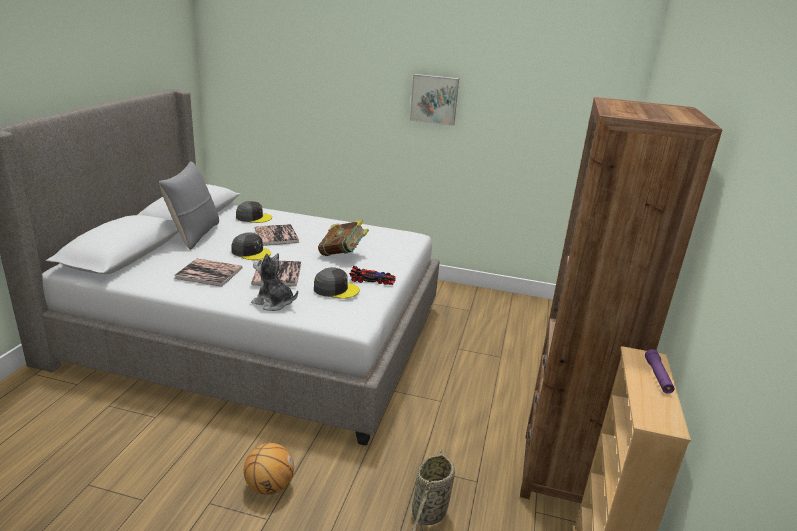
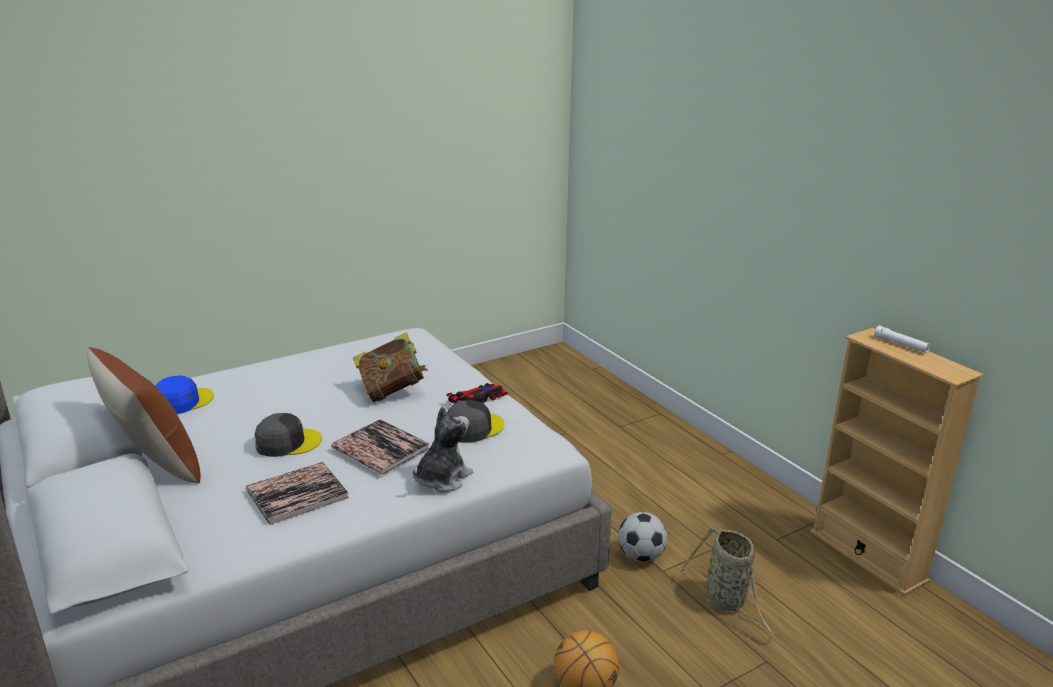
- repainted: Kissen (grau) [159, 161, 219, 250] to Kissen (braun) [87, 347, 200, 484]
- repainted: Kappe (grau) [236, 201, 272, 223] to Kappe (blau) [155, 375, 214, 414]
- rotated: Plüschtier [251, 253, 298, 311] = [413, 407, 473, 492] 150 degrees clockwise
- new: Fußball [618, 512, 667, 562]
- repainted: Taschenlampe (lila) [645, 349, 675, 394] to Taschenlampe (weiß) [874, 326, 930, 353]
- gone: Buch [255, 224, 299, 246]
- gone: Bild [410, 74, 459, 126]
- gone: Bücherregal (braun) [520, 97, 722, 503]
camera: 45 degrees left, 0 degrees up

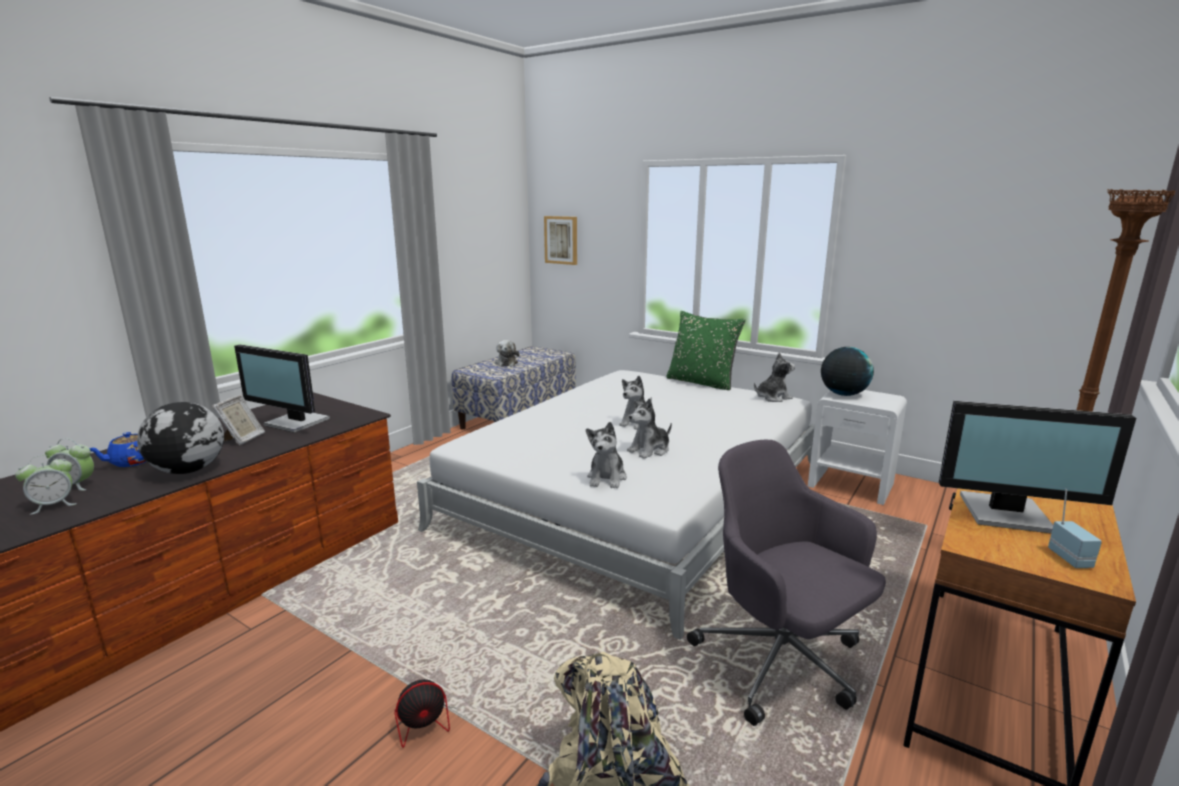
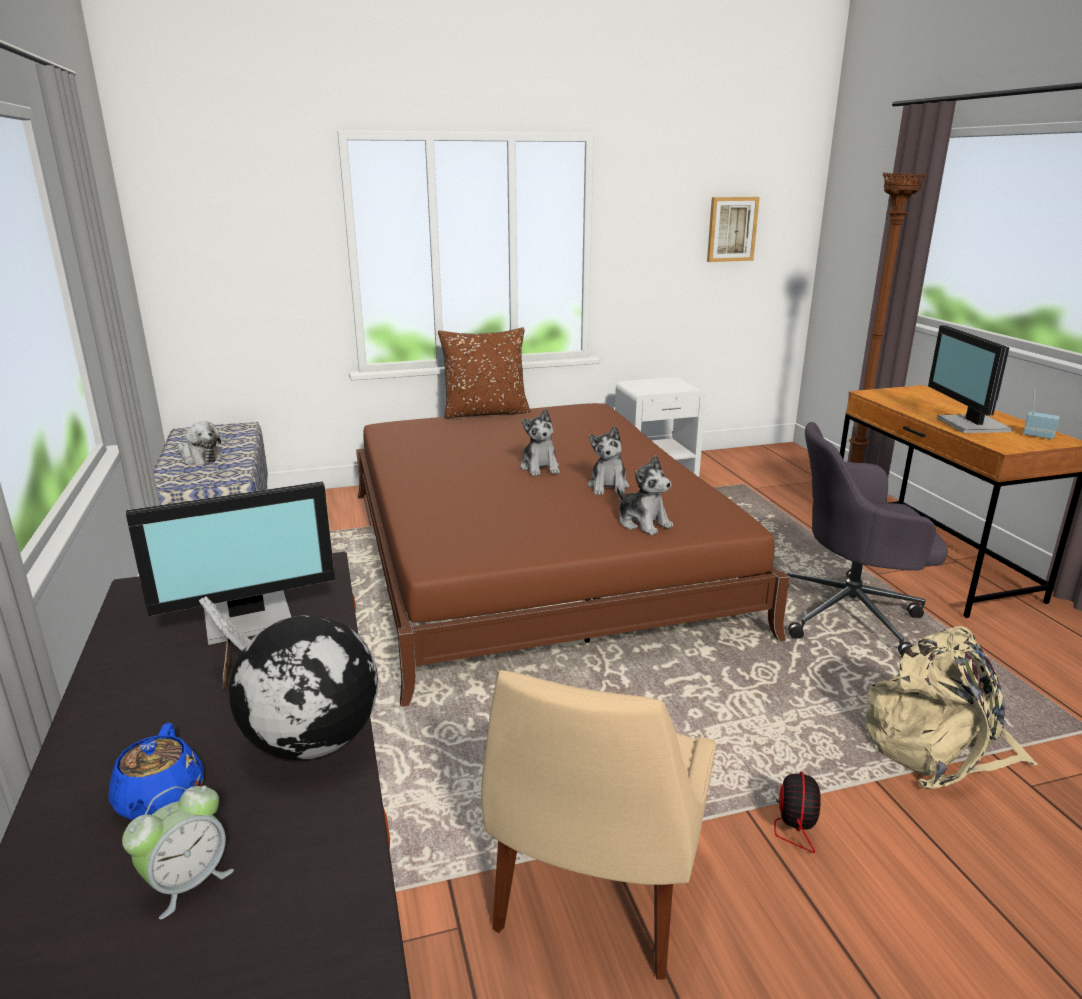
- repainted: Bett (weiß) [417, 370, 815, 640] to Bett (braun) [356, 403, 790, 707]
- repainted: Kissen (grün) [666, 311, 745, 390] to Kissen (braun) [438, 327, 530, 419]
- new: Stuhl (beige) [481, 670, 716, 980]
- shifted: Bild [544, 216, 577, 265] to [707, 197, 760, 262]
- rotated: Monitor [939, 401, 1136, 533] = [928, 325, 1013, 433] 120 degrees clockwise
- gone: Wecker [15, 455, 77, 515]
- gone: Plüschtier [754, 352, 795, 402]
- gone: Globus [821, 347, 874, 396]
camera: 50 degrees left, 5 degrees up

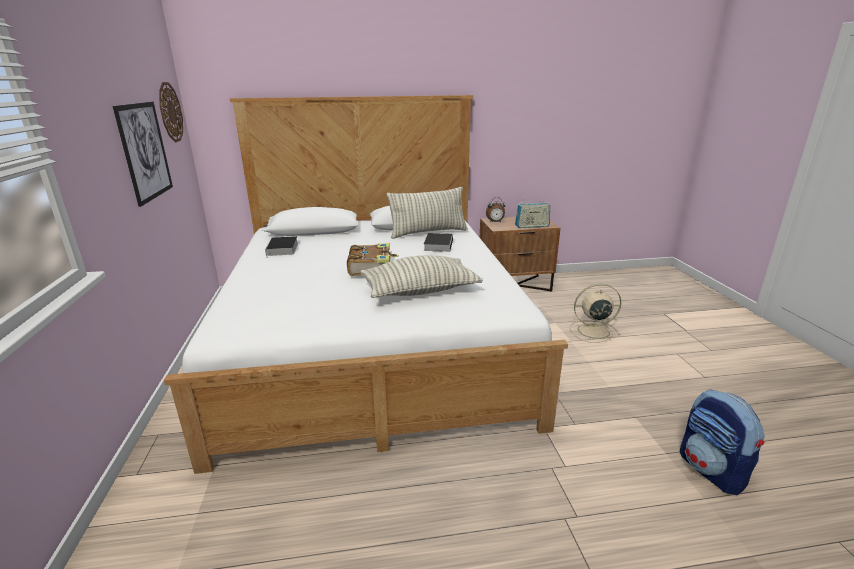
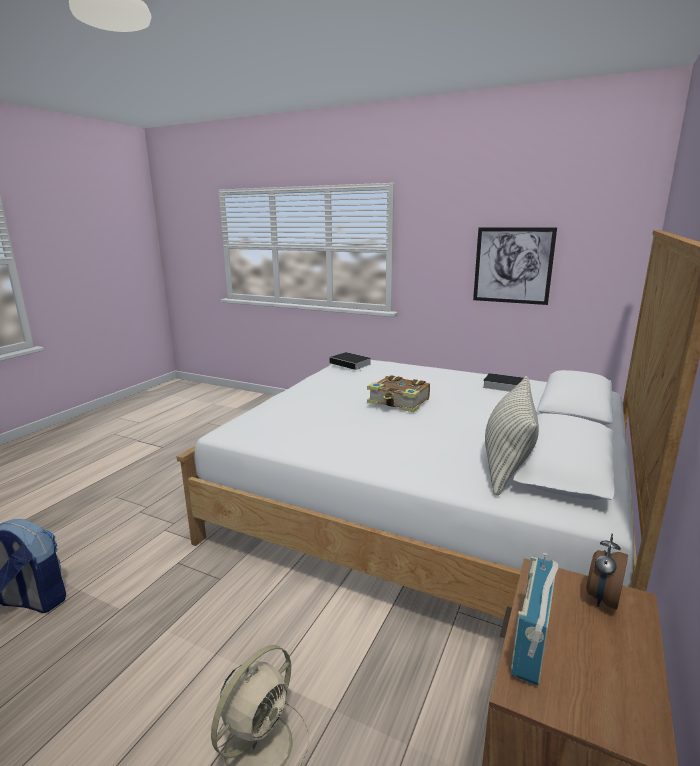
- shifted: Buch [424, 233, 453, 252] to [329, 352, 371, 370]
- gone: Wanduhr [159, 82, 183, 142]
- gone: Kissen [360, 255, 483, 298]
camera: 125 degrees right, 5 degrees down

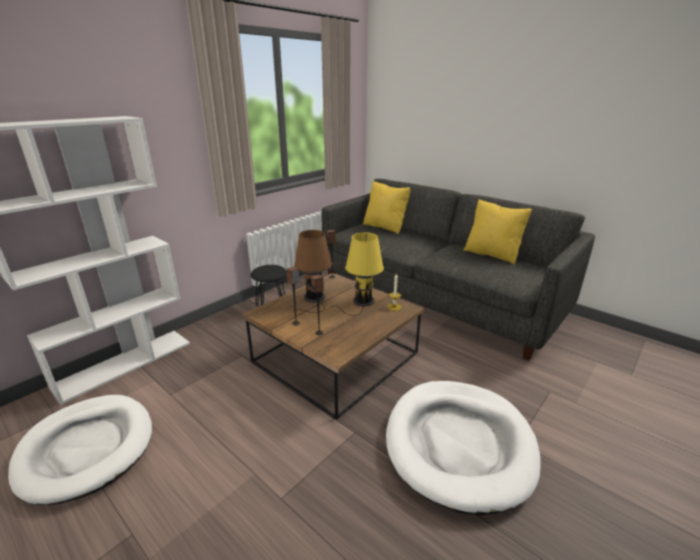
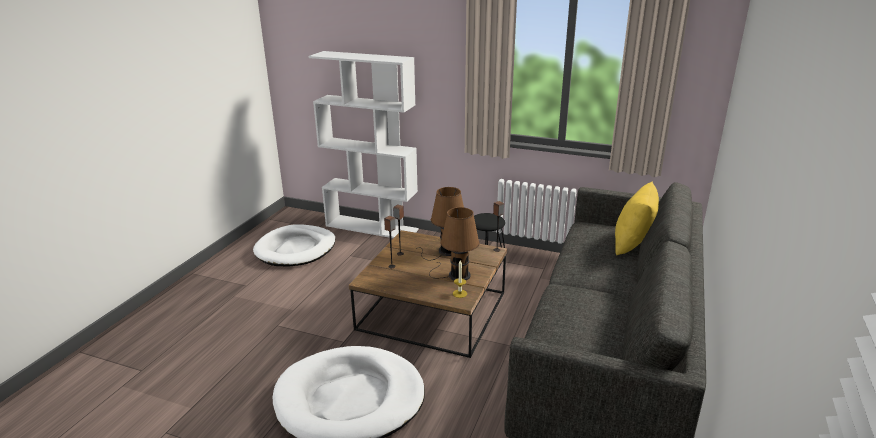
- repainted: Tischlampe (gelb) [331, 232, 384, 316] to Tischlampe (braun) [429, 207, 480, 280]
- gone: Kissen (gelb) [463, 199, 532, 265]
camera: 70 degrees right, 0 degrees up

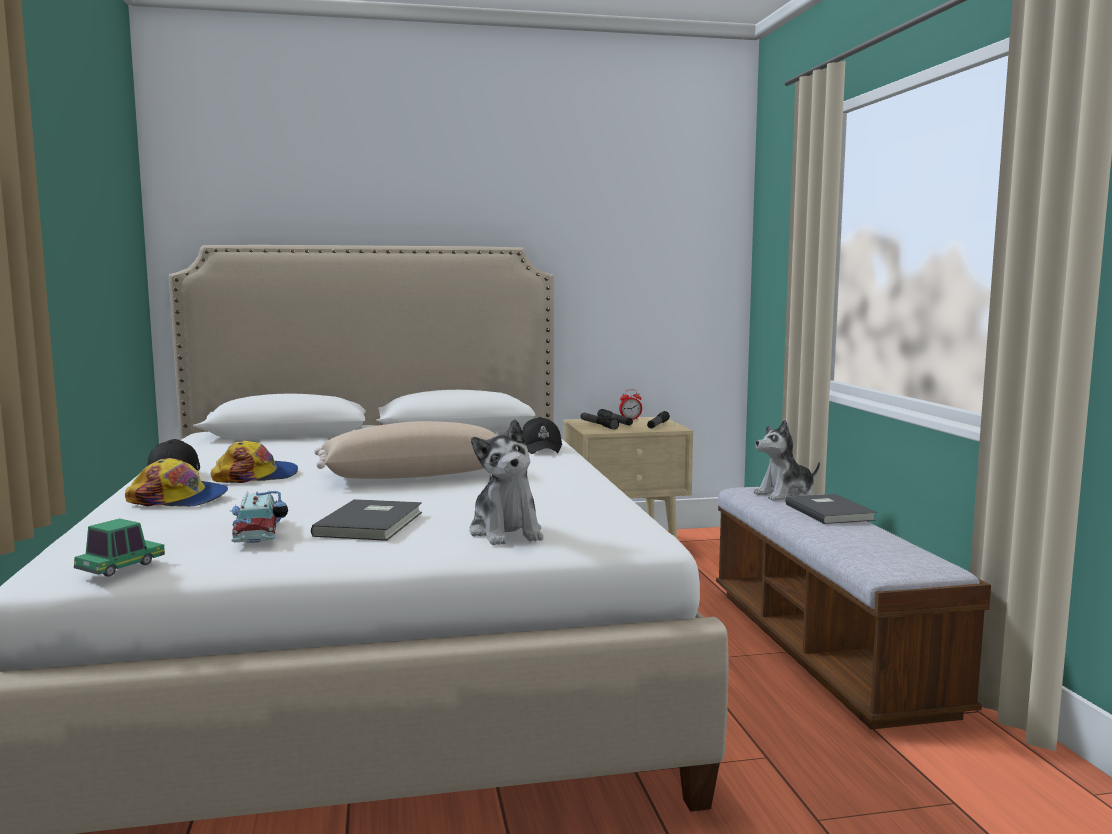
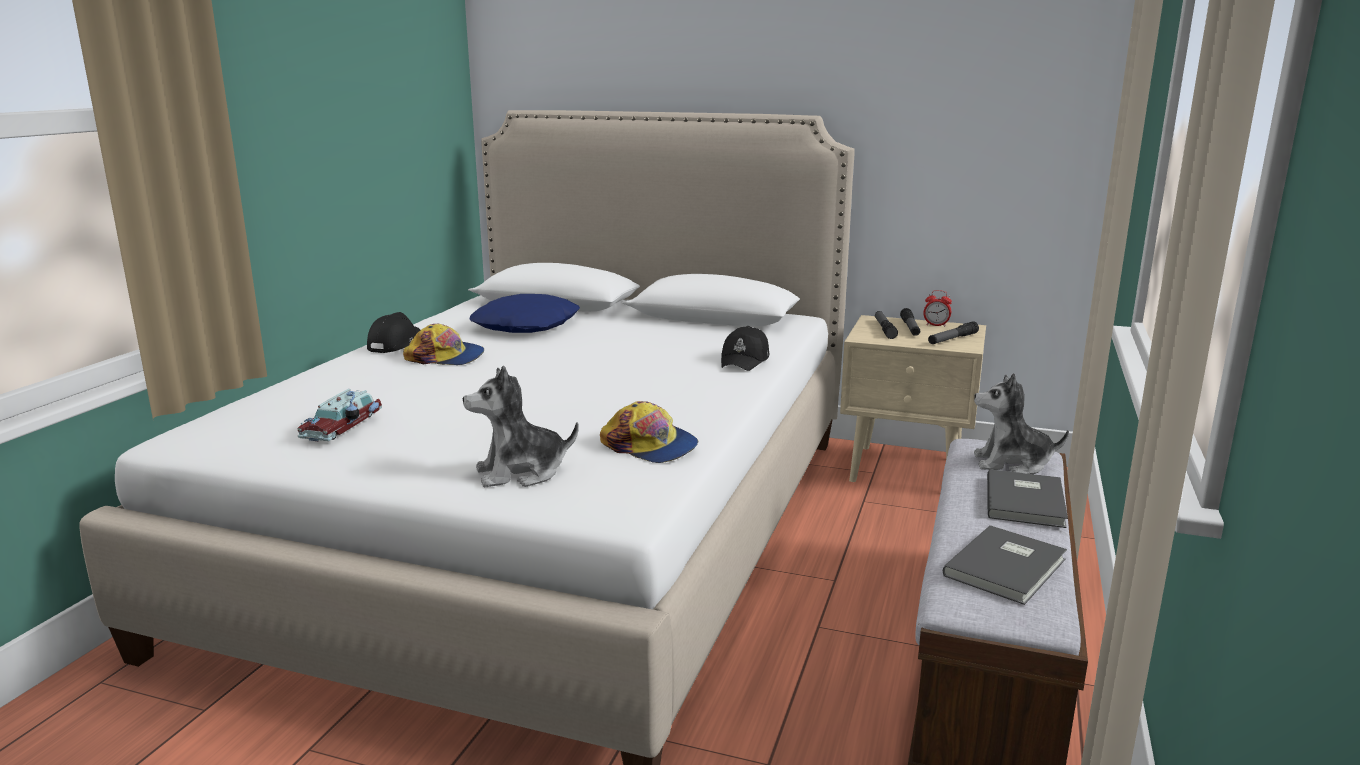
- rotated: Plüschtier [469, 419, 543, 546] = [463, 365, 579, 487] 60 degrees clockwise
- new: Kissen (blau) [470, 294, 580, 333]
- shifted: Kappe [125, 458, 228, 507] to [600, 401, 698, 463]
- shifted: Buch (grau) [311, 499, 422, 541] to [943, 525, 1067, 605]
- gone: Spielzeugauto [74, 518, 165, 577]
- gone: Kissen (beige) [314, 421, 497, 479]
camera: 30 degrees right, 10 degrees up

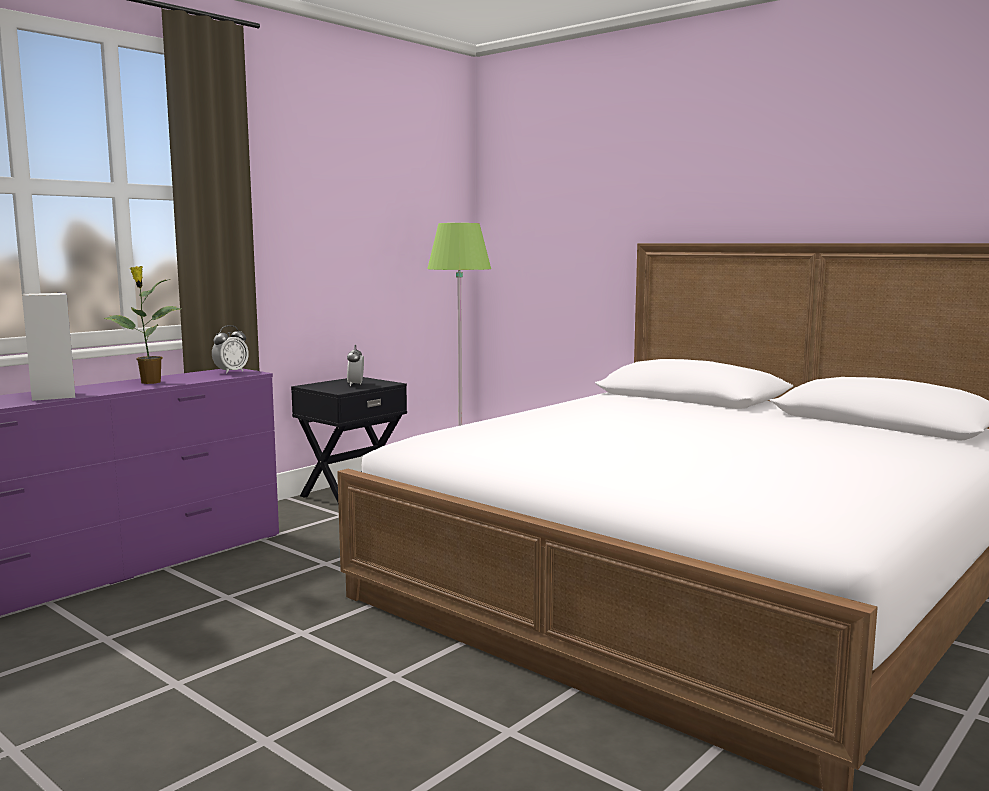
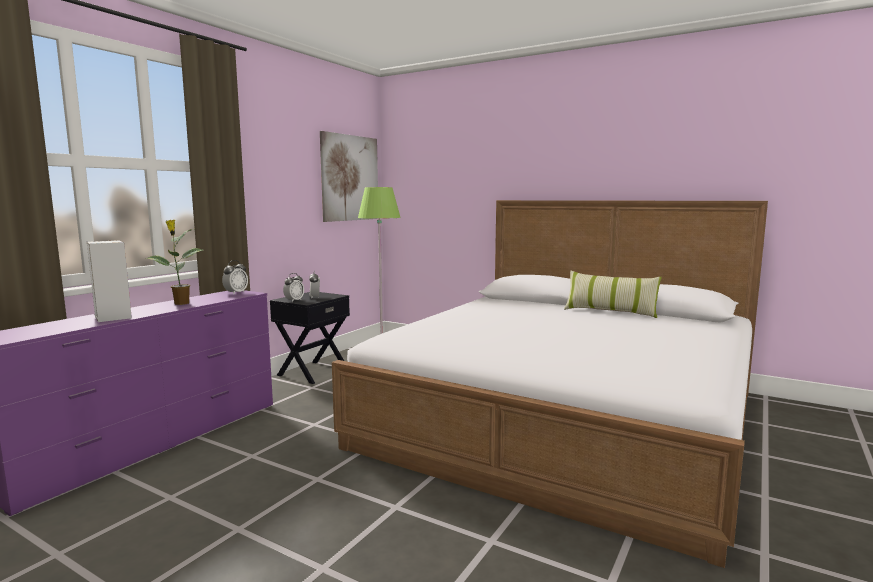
- new: Wecker [283, 273, 304, 302]
- new: Bild [320, 131, 378, 222]
- new: Kissen [564, 271, 662, 318]
camera: 10 degrees left, 0 degrees up

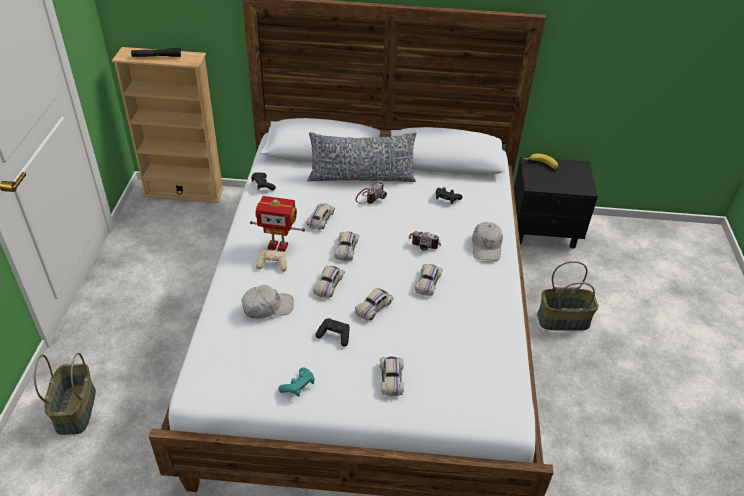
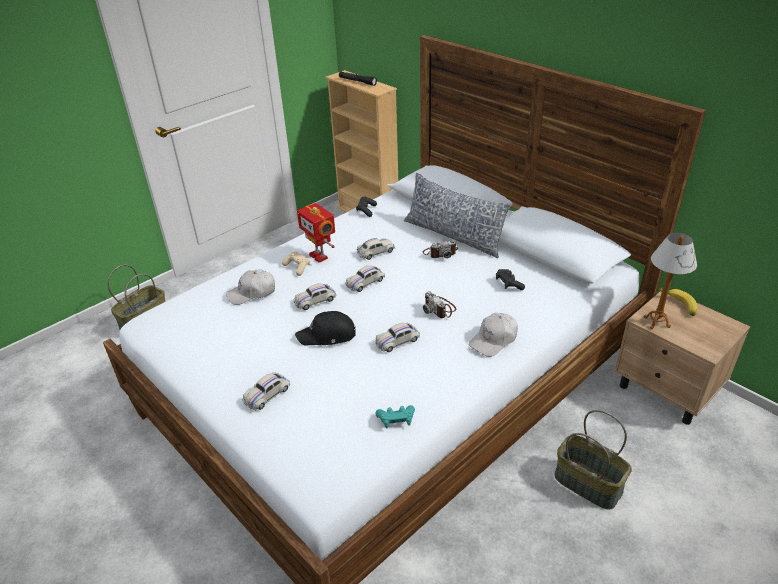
- rotated: Kappe (weiß) [241, 285, 294, 318] = [226, 269, 275, 305] 135 degrees clockwise
- swapped: Spielzeugauto (weiß) [354, 288, 394, 321] to Kappe (schwarz) [295, 311, 356, 346]
- shifted: Gamepad (türkis) [278, 367, 315, 397] to [375, 405, 415, 428]
- repainted: Nachttisch (schwarz) [514, 156, 598, 248] to Nachttisch (beige) [615, 291, 750, 425]
- new: Tischlampe [644, 233, 697, 329]
- gone: Gamepad (schwarz) [316, 318, 350, 347]
camera: 45 degrees right, 5 degrees down

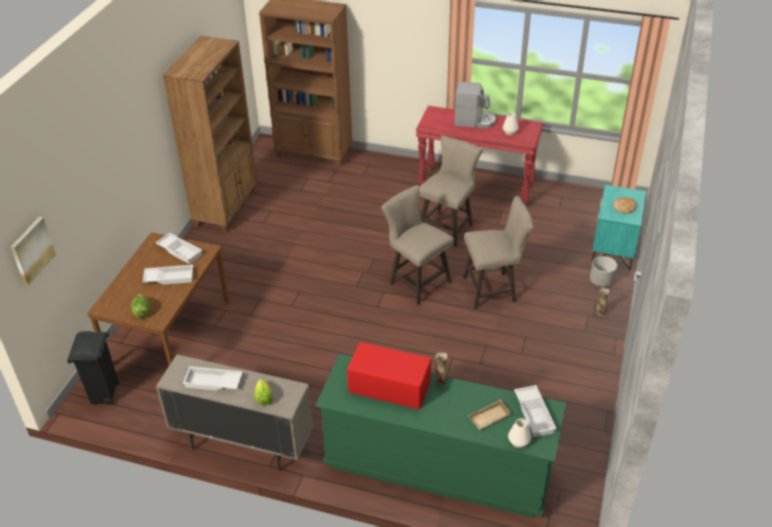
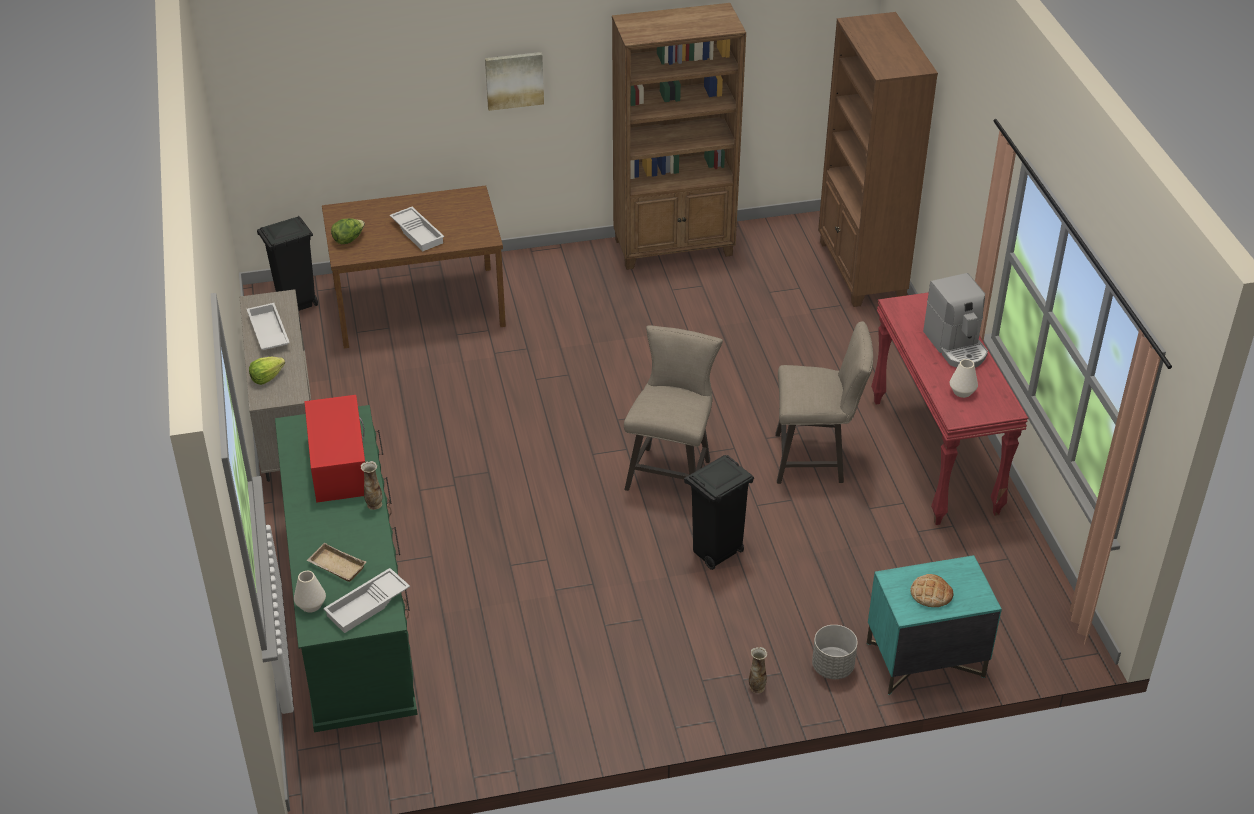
- shifted: Bild [11, 217, 56, 286] to [485, 52, 544, 111]
- swapped: Hocker (beige) [463, 196, 534, 309] to Mülleimer (schwarz) [684, 455, 754, 570]
- gone: Tablett (weiß) [156, 233, 202, 264]
camera: 60 degrees right, 0 degrees up

